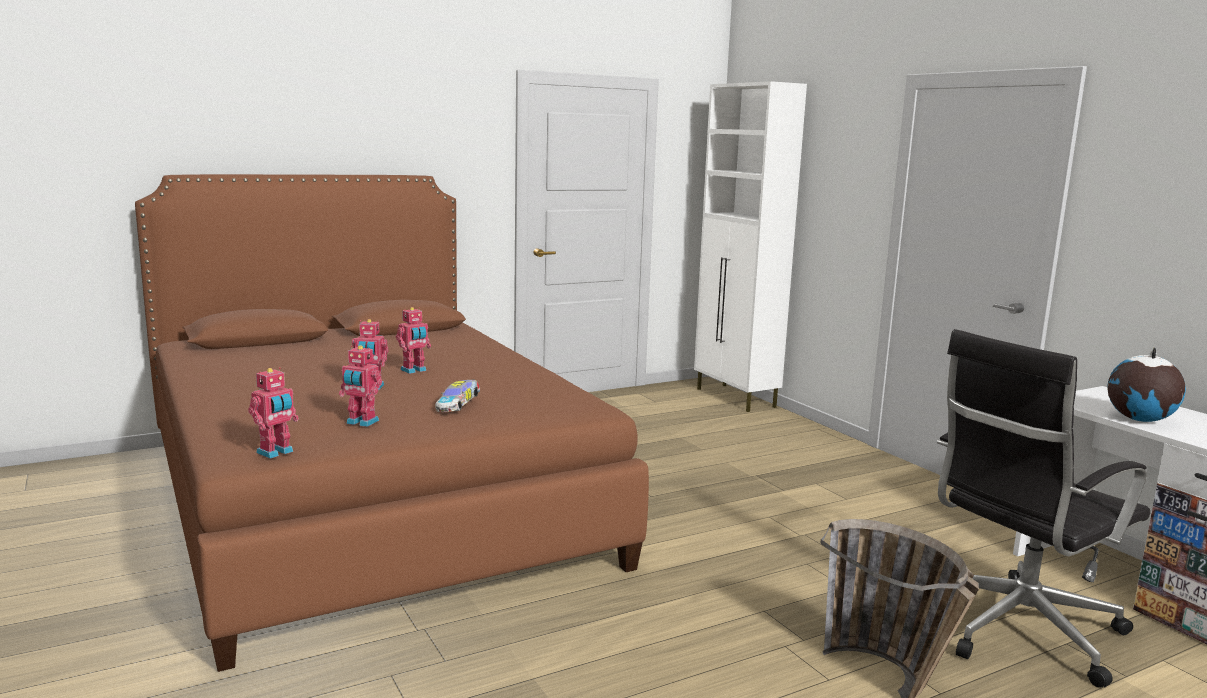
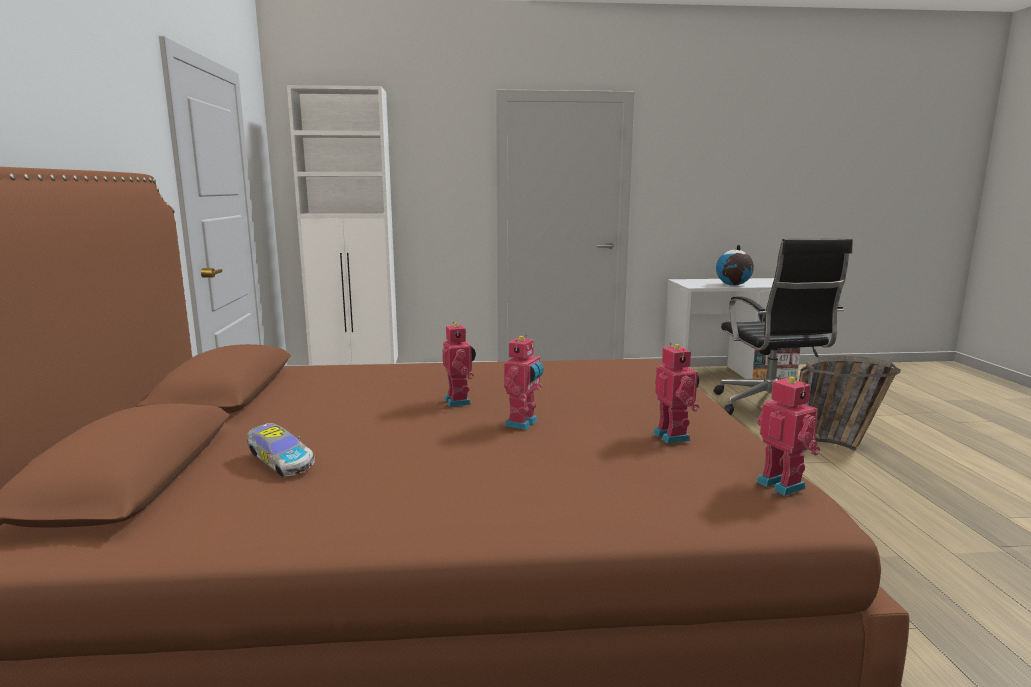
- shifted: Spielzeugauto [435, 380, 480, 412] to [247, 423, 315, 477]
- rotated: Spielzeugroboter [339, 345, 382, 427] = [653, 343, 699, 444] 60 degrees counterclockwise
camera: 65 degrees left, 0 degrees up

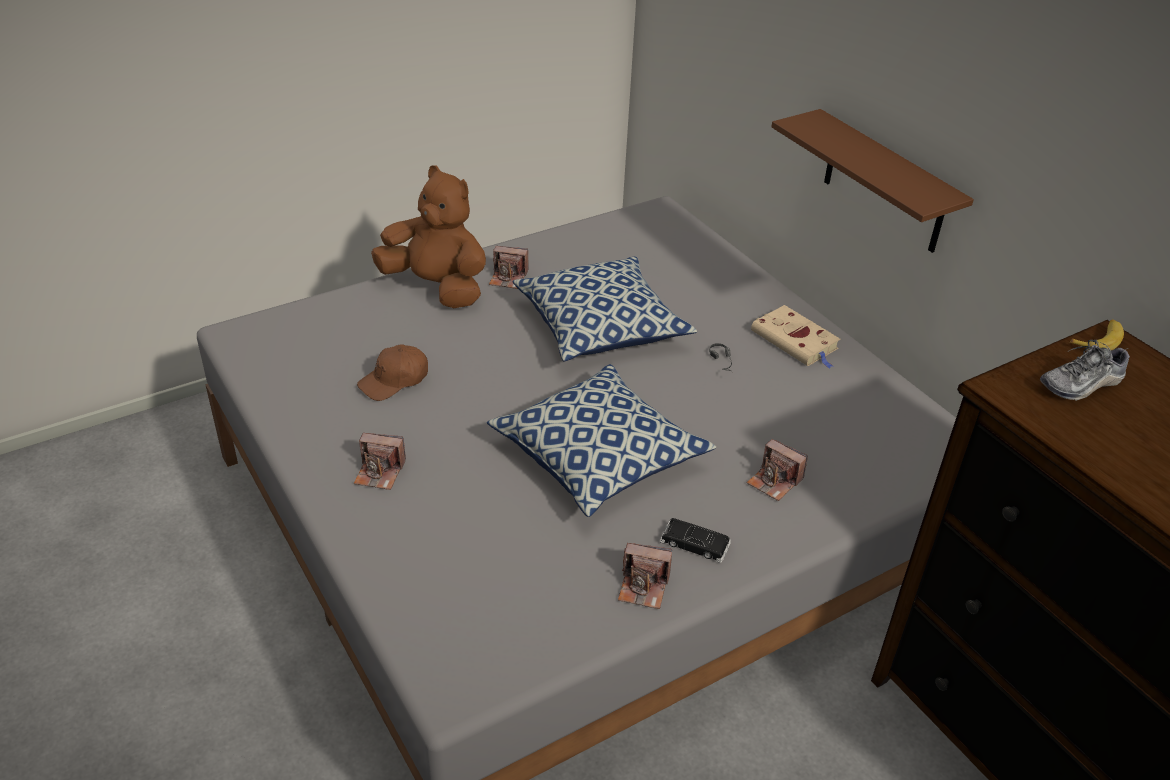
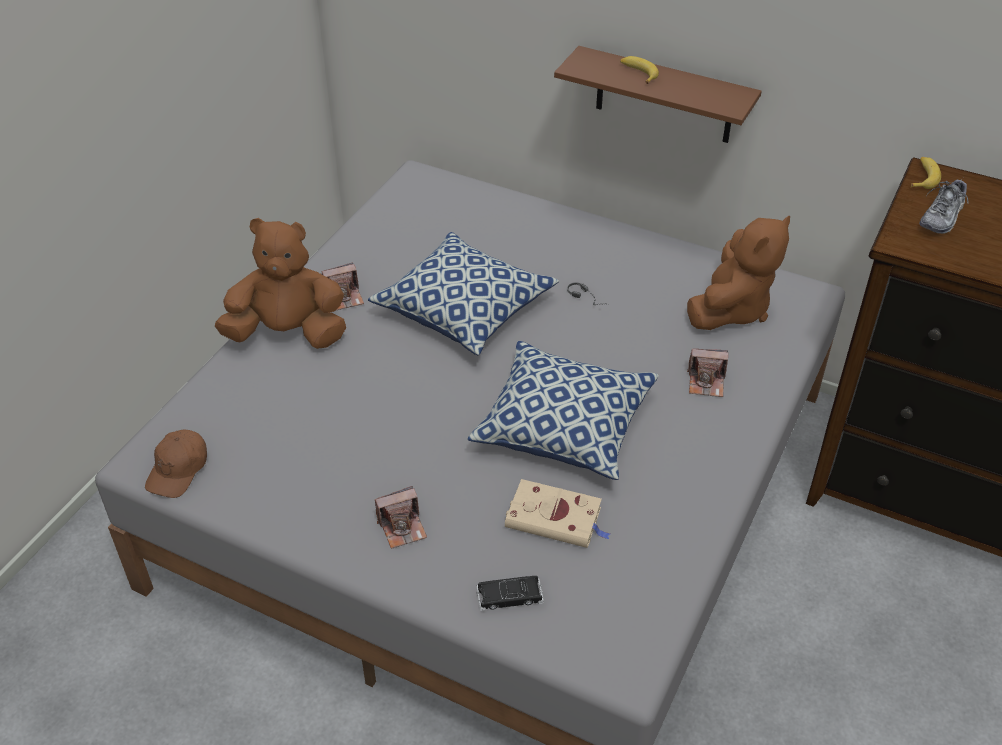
- shifted: Kappe (braun) [357, 344, 428, 401] to [145, 429, 207, 498]
- shifted: Spielzeugauto (schwarz) [660, 518, 731, 563] to [476, 576, 544, 611]
- shifted: Buch (beige) [751, 305, 840, 368] to [505, 479, 610, 548]
- new: Banane [620, 56, 659, 84]
- new: Plüschtier (braun) [687, 216, 790, 330]
- gone: Kamera [618, 543, 672, 609]
camera: 30 degrees left, 5 degrees up

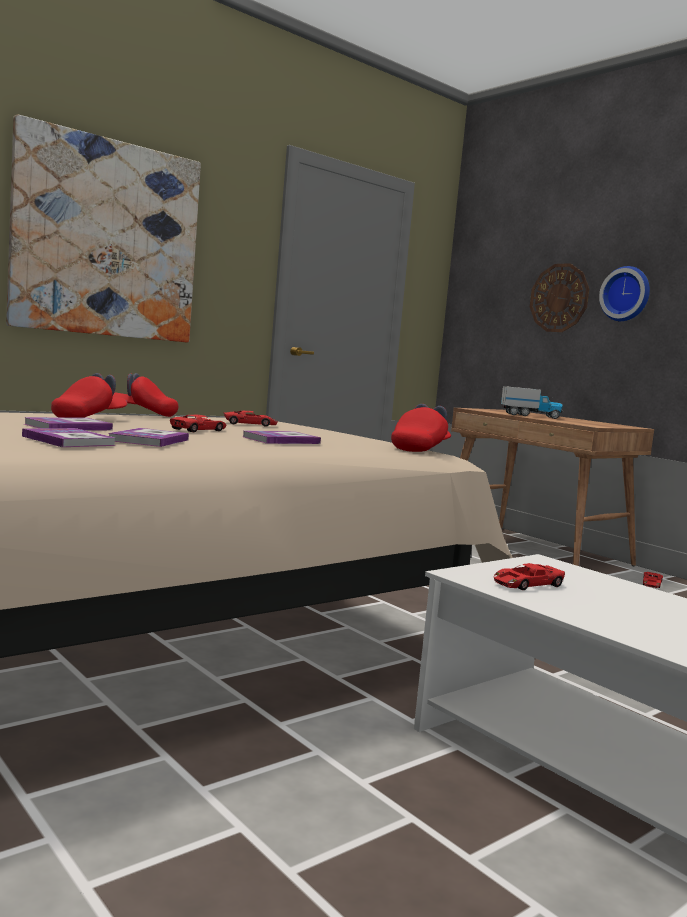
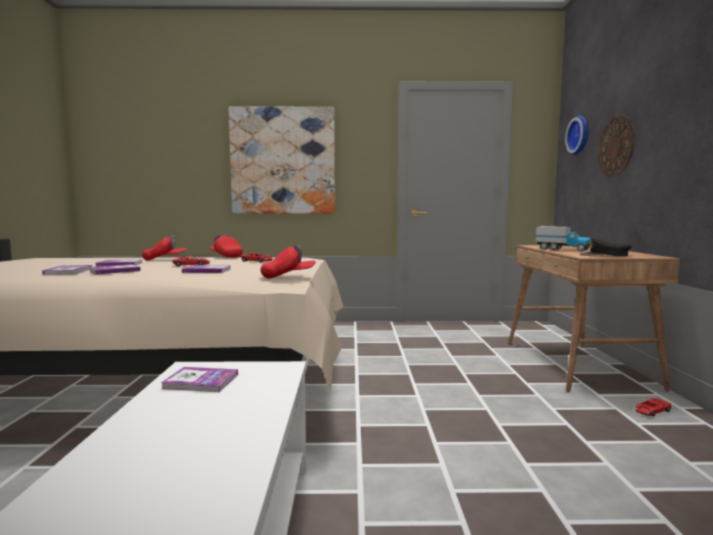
- swapped: Spielzeugauto (rot) [494, 563, 565, 590] to Buch [161, 367, 238, 392]
- shifted: Wanduhr [599, 266, 650, 321] to [565, 116, 589, 155]
- new: Kappe (schwarz) [580, 238, 632, 256]
camera: 40 degrees right, 0 degrees up

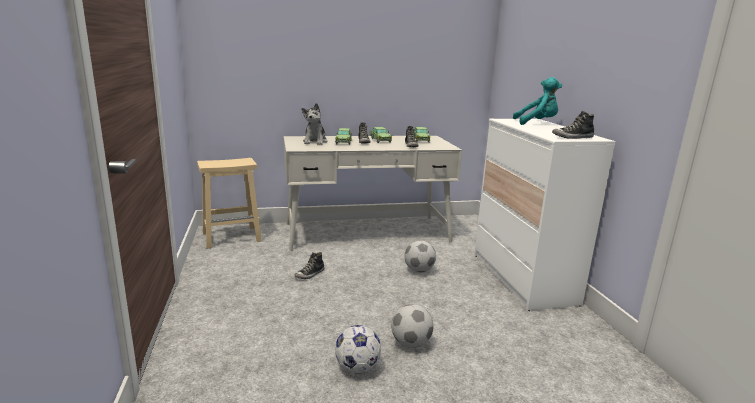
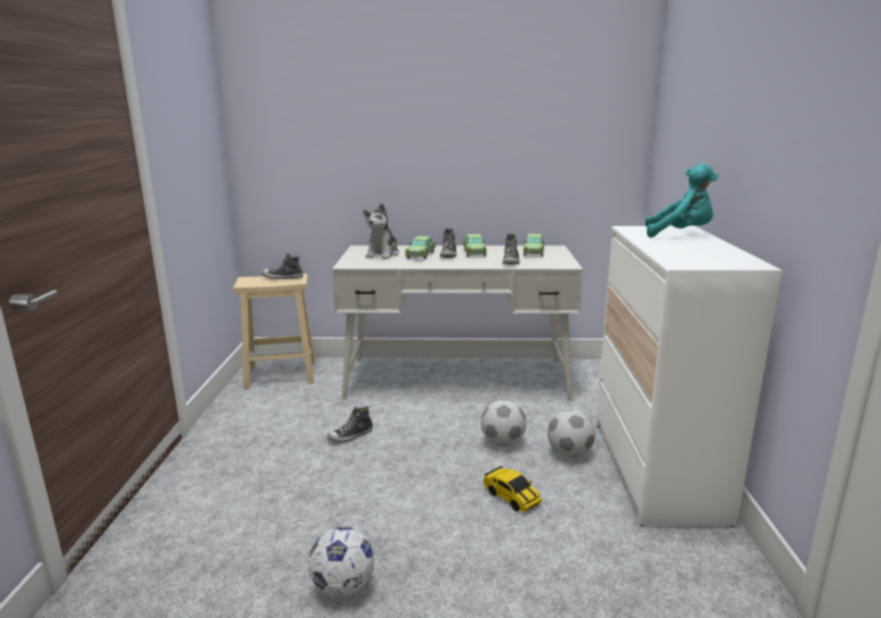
- shifted: Schuh [552, 111, 594, 139] to [261, 253, 303, 279]
- new: Spielzeugauto [483, 466, 542, 512]
- shifted: Fußball [391, 304, 434, 348] to [547, 410, 595, 457]
camera: 15 degrees right, 0 degrees up

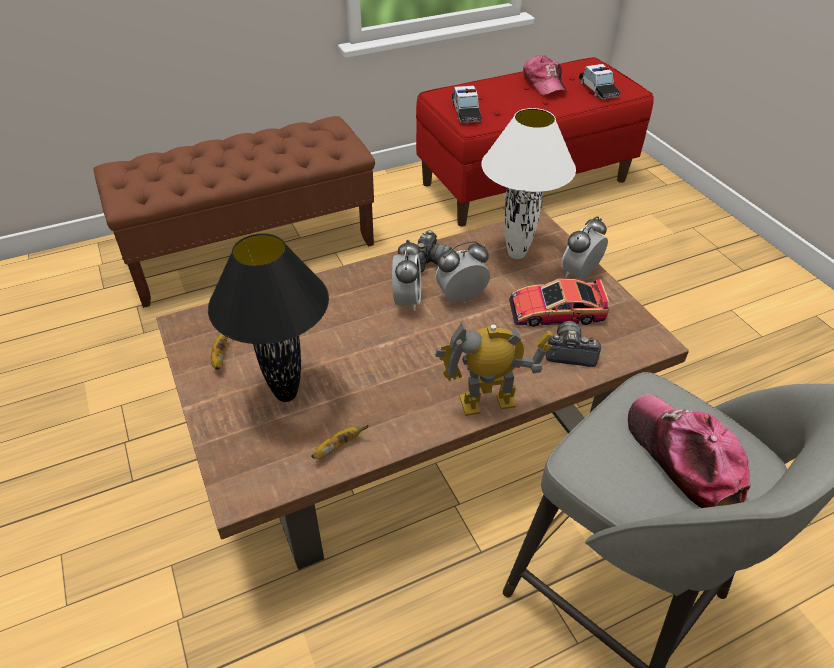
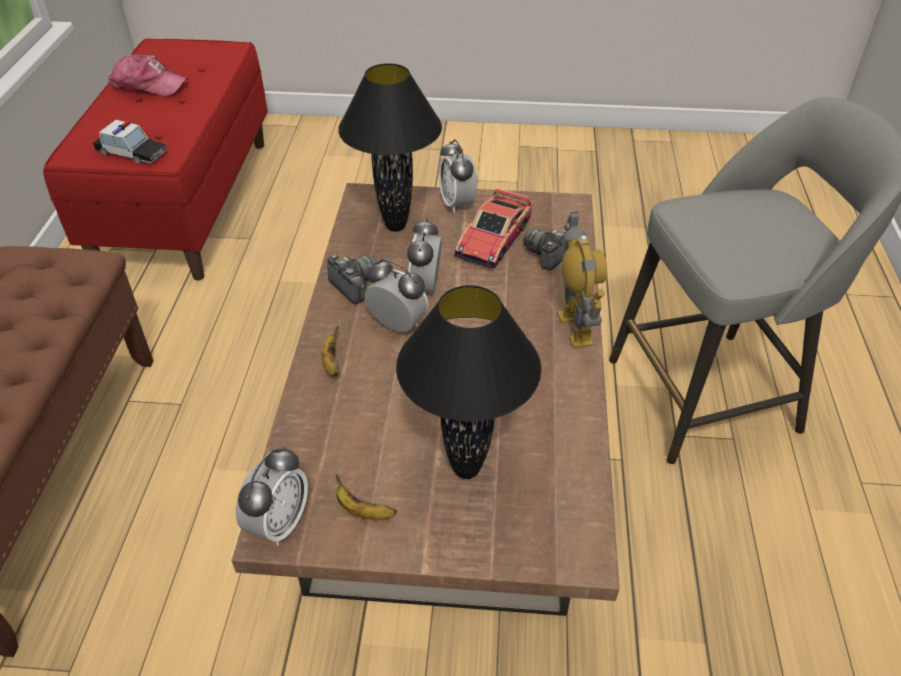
- new: Wecker [236, 446, 308, 546]
- shifted: Banane [311, 425, 369, 459] to [322, 325, 340, 376]
- repainted: Tischlampe (weiß) [481, 108, 576, 259] to Tischlampe (schwarz) [338, 63, 442, 232]
- rotated: Spielzeugroboter [435, 322, 553, 416] = [557, 211, 607, 349] 150 degrees clockwise
- gone: Spielzeugauto [579, 64, 620, 99]
- gone: Kappe [628, 394, 751, 508]
camera: 60 degrees left, 0 degrees up

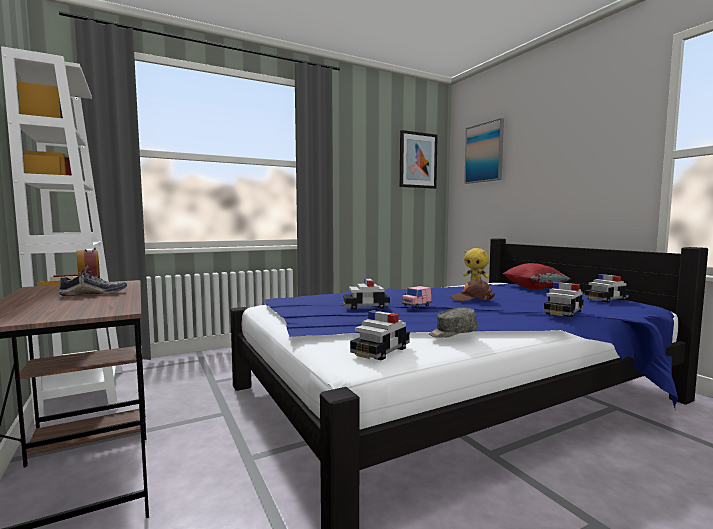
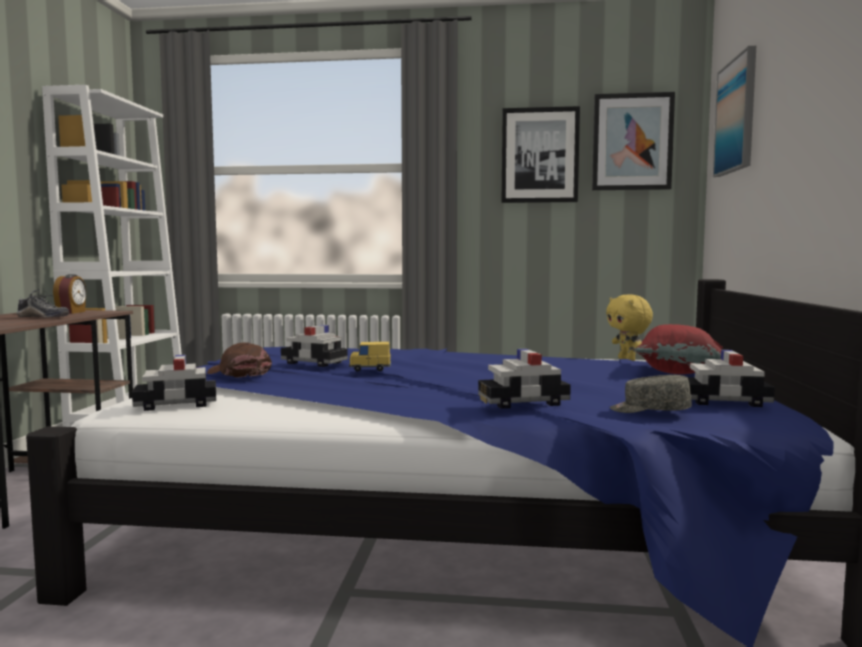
- shifted: Kappe (braun) [449, 279, 495, 301] to [207, 342, 272, 378]
- repainted: Spielzeugauto (rosa) [402, 286, 432, 308] to Spielzeugauto (gelb) [349, 342, 391, 371]
- new: Bild [502, 106, 580, 203]
- shifted: Kappe (grau) [429, 308, 477, 338] to [610, 375, 692, 413]
camera: 35 degrees right, 0 degrees up

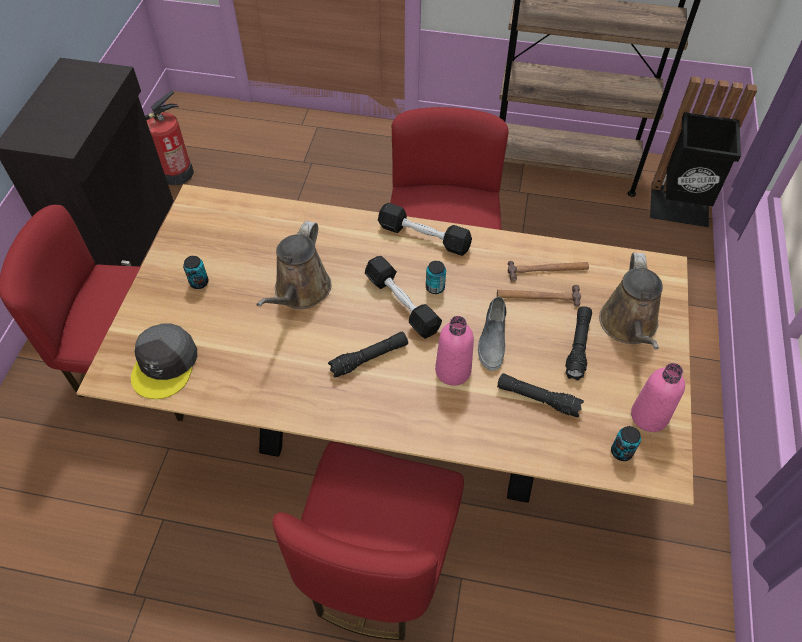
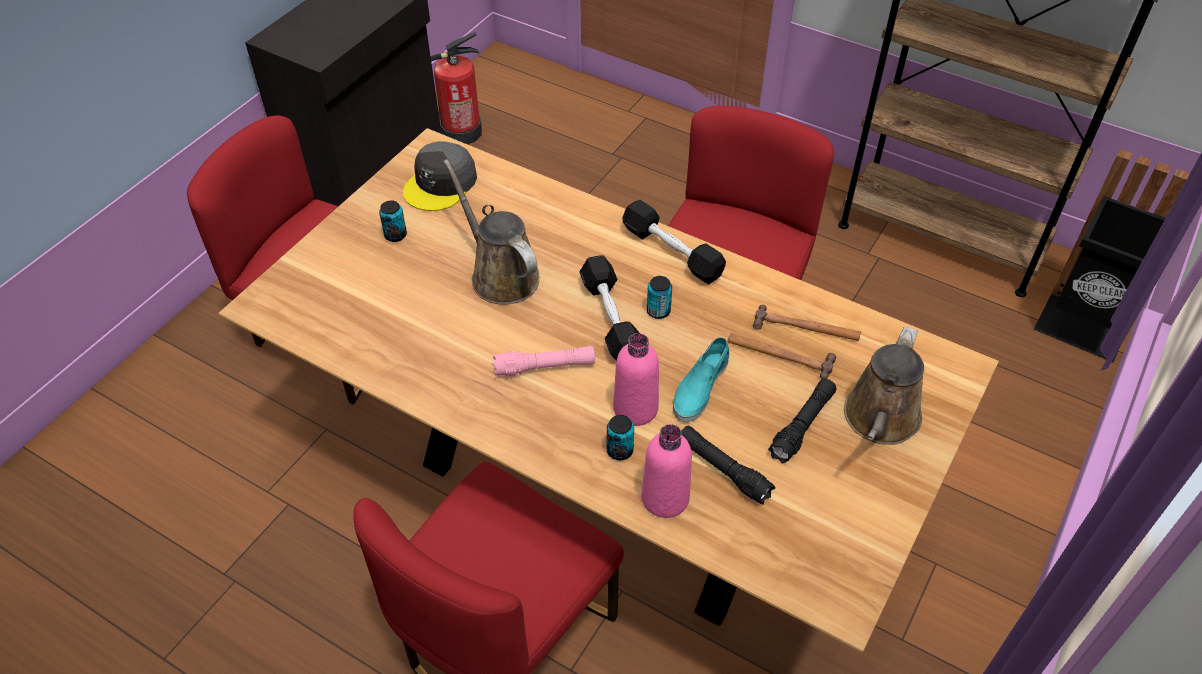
- shifted: Kappe (grau) [131, 324, 197, 399] to [403, 141, 477, 211]
- rotated: Gießkanne (braun) [256, 221, 331, 309] = [443, 159, 539, 305] 105 degrees clockwise
- repainted: Taschenlampe (schwarz) [328, 331, 408, 377] to Taschenlampe (rosa) [493, 346, 595, 376]
- shifted: Dose [611, 426, 641, 461] to [607, 415, 634, 460]
- shifted: Flasche (rosa) [631, 363, 685, 432] to [641, 424, 692, 518]
- repainted: Schuh (grau) [478, 297, 506, 371] to Schuh (türkis) [673, 337, 729, 422]
camera: 20 degrees right, 5 degrees down

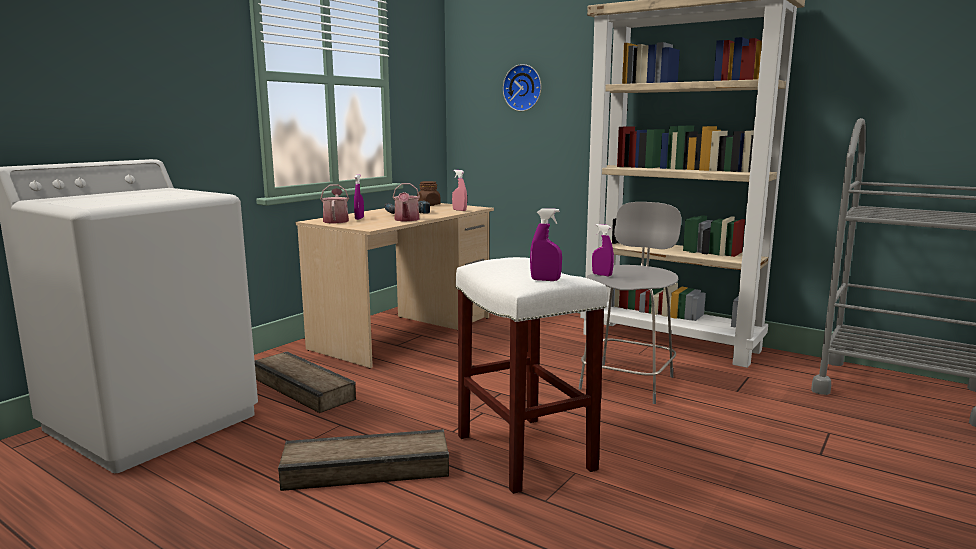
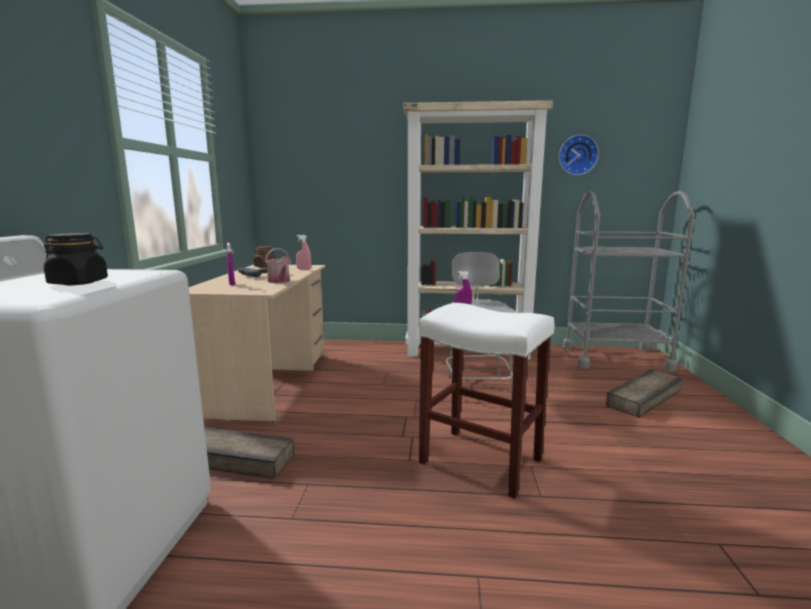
- new: Vorratsglas (schwarz) [44, 233, 108, 285]
- shifted: Wanduhr [503, 64, 541, 111] to [559, 135, 599, 175]
- shifted: Kiste [278, 429, 449, 491] to [606, 369, 683, 418]
- gone: Gießkanne [320, 184, 349, 223]
- gone: Sprühflasche (lila) [530, 208, 562, 281]
camera: 30 degrees left, 0 degrees up

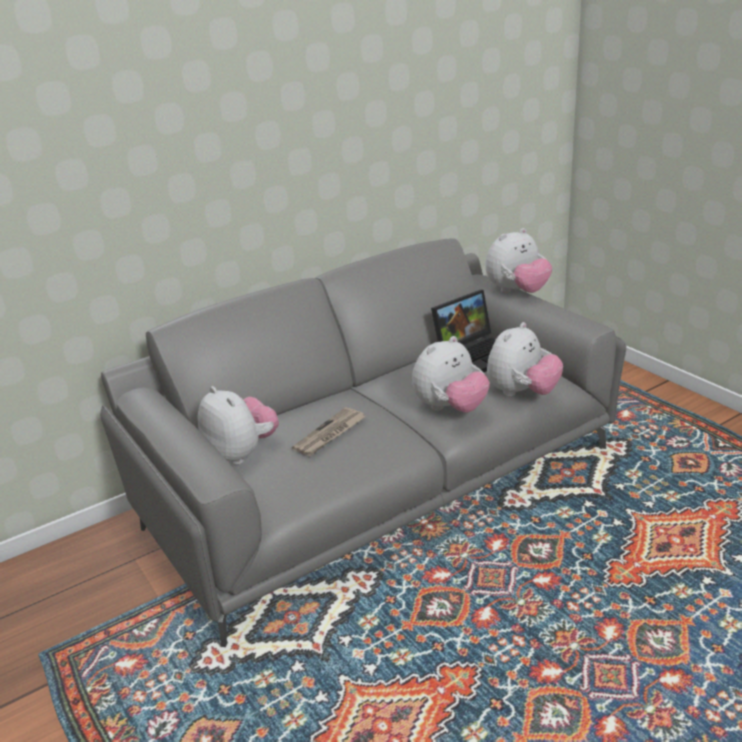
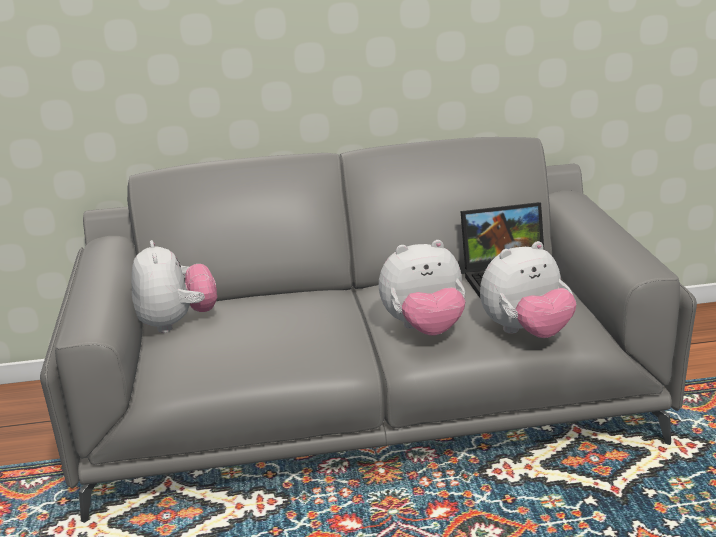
- gone: Zeitung [292, 407, 366, 456]
- gone: Plüschtier [485, 228, 552, 293]
camera: 25 degrees right, 5 degrees down

